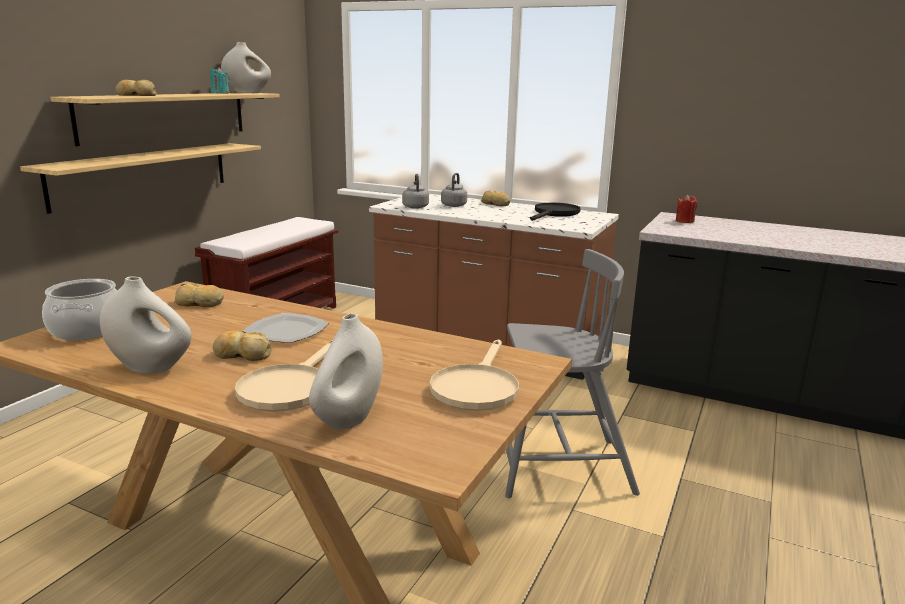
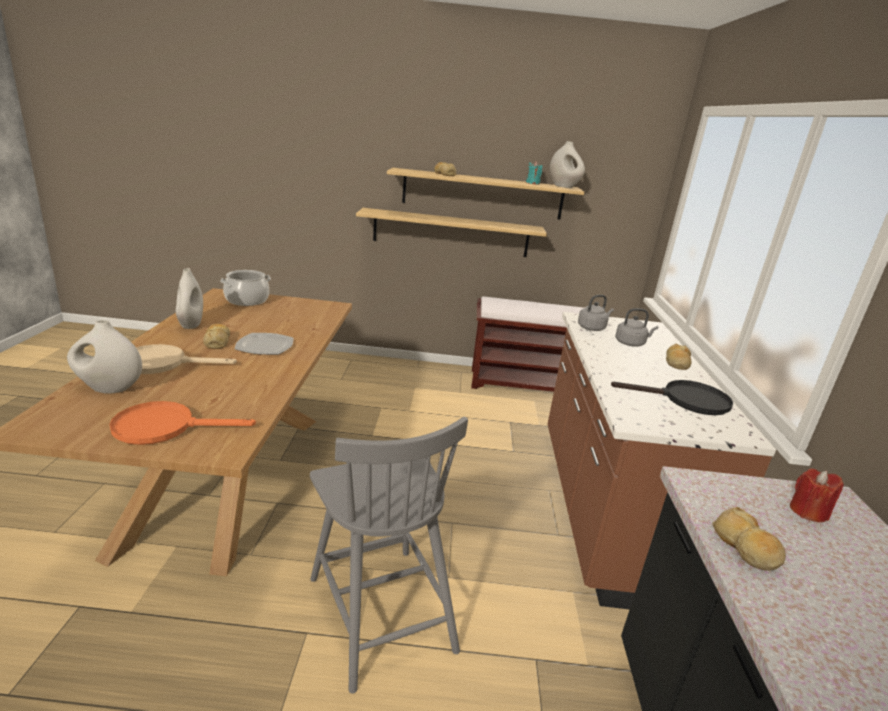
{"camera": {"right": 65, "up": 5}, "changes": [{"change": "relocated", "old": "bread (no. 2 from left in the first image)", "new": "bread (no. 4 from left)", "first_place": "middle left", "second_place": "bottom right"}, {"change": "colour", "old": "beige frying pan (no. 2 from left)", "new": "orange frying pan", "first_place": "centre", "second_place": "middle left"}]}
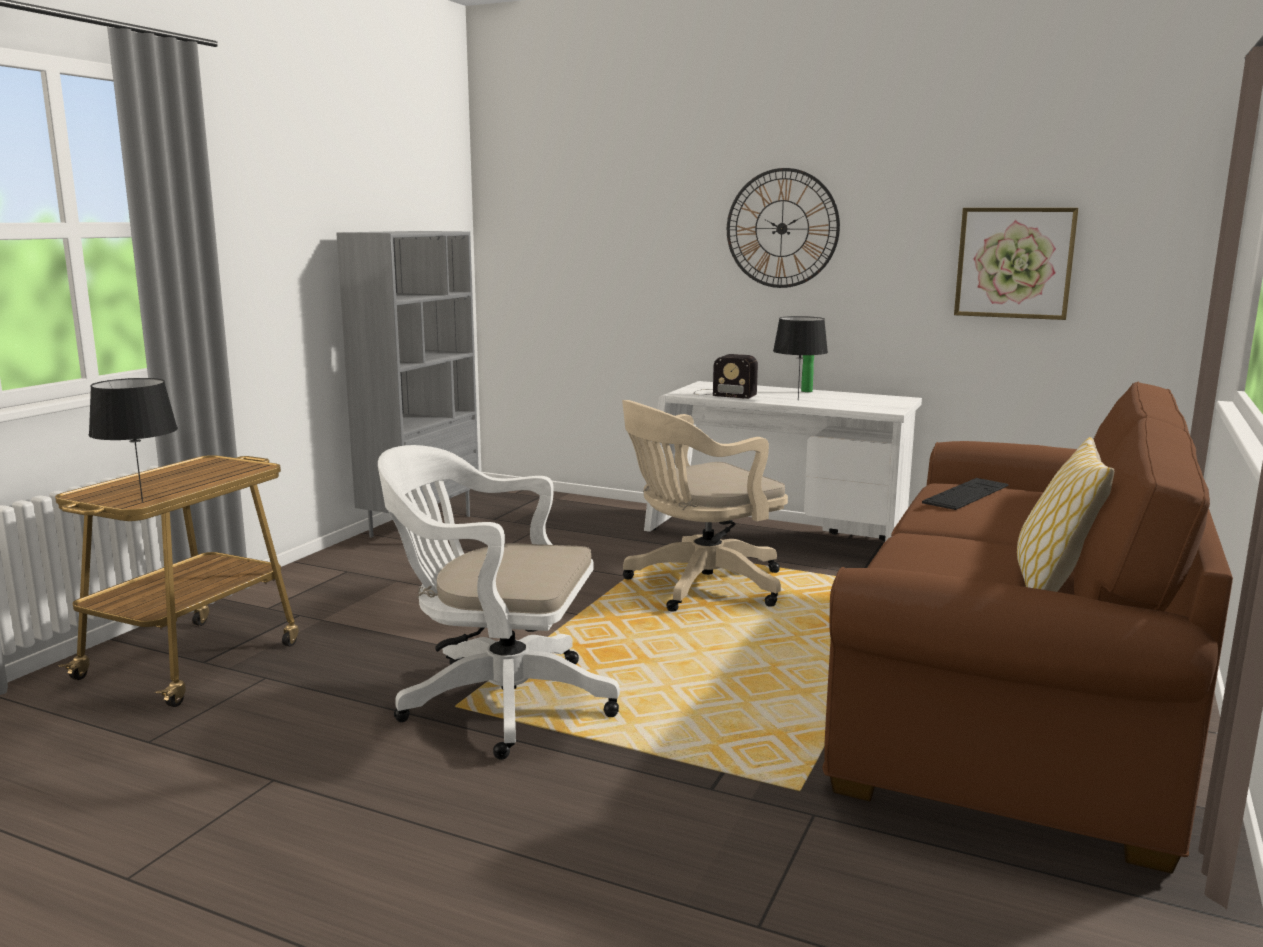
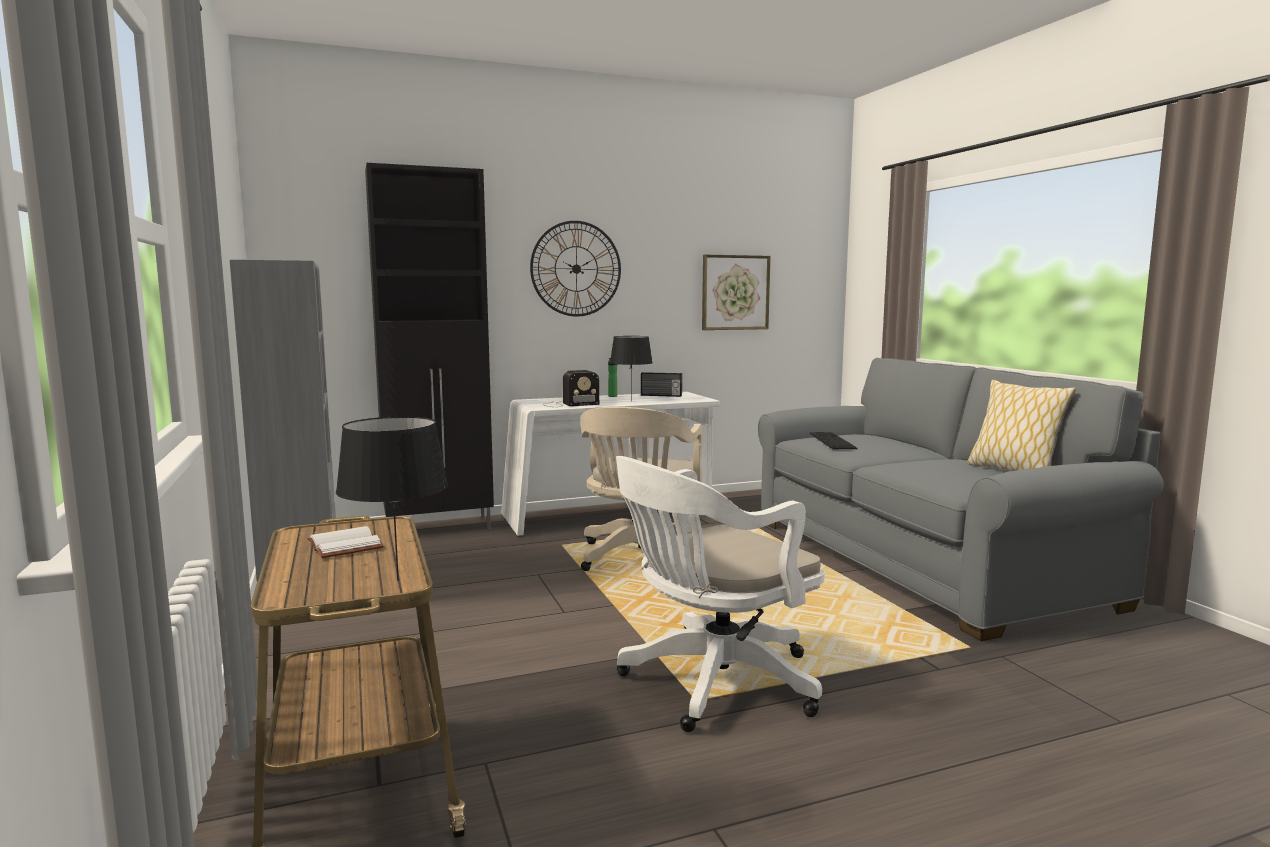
{"camera": {"right": -45, "up": -5}, "changes": [{"change": "appeared", "new": "white volume", "second_place": "middle left"}, {"change": "appeared", "new": "black-coloured storage cabinet", "second_place": "centre"}, {"change": "appeared", "new": "radio (no. 2 from left)", "second_place": "centre"}, {"change": "colour", "old": "brownish couch", "new": "gray couch", "first_place": "middle right", "second_place": "middle right"}]}
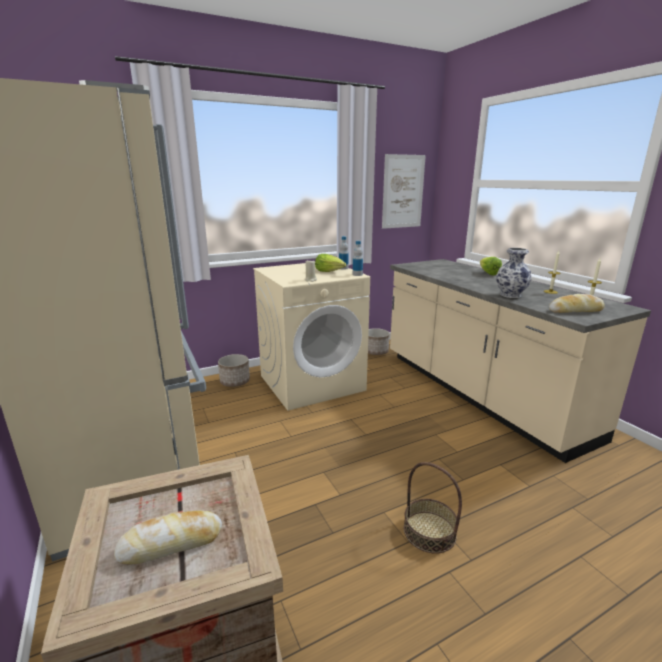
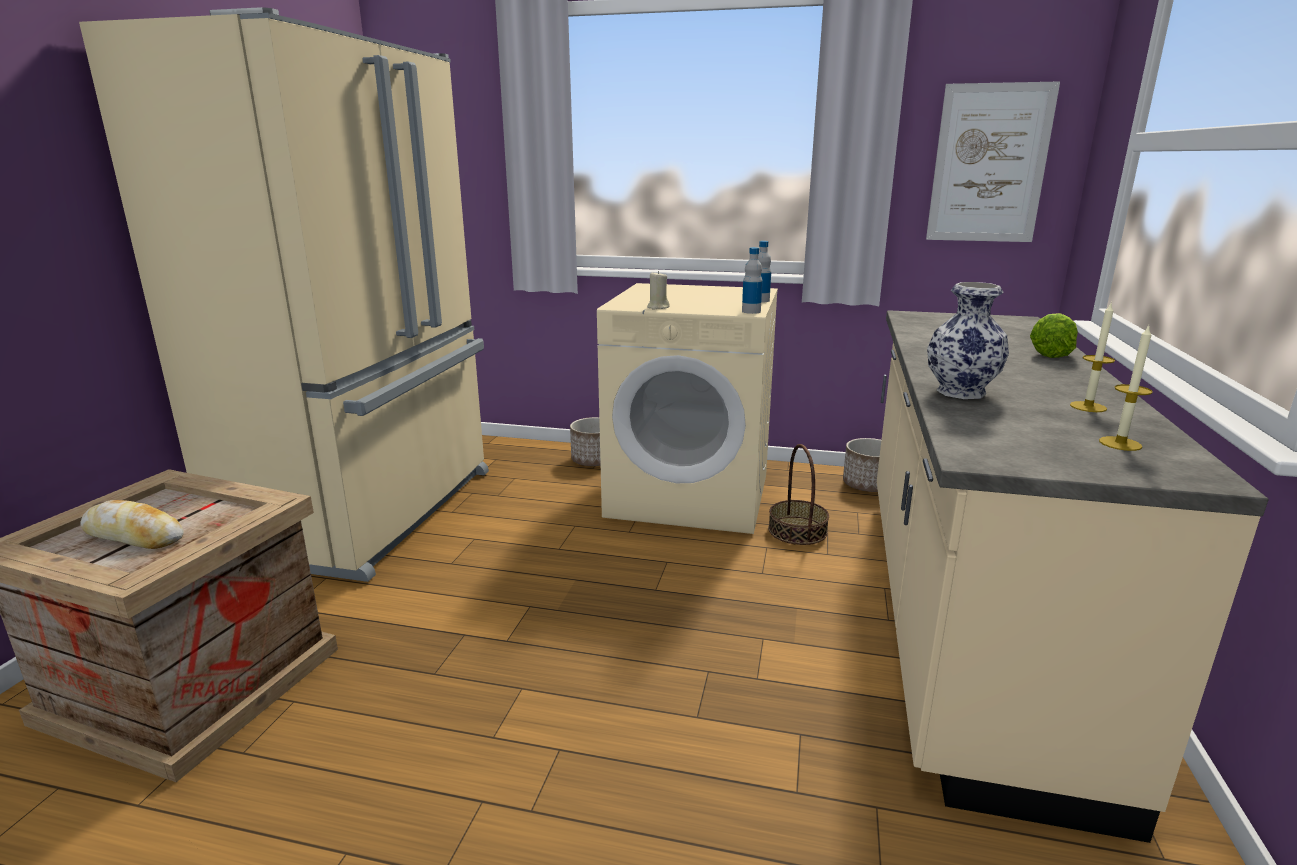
{"camera": {"right": 40, "up": 0}, "changes": [{"change": "missing", "old": "head of lettuce (no. 1 from left)", "first_place": "centre"}, {"change": "missing", "old": "bread (no. 2 from left)", "first_place": "middle right"}, {"change": "relocated", "old": "household basket", "first_place": "bottom centre", "second_place": "centre"}]}
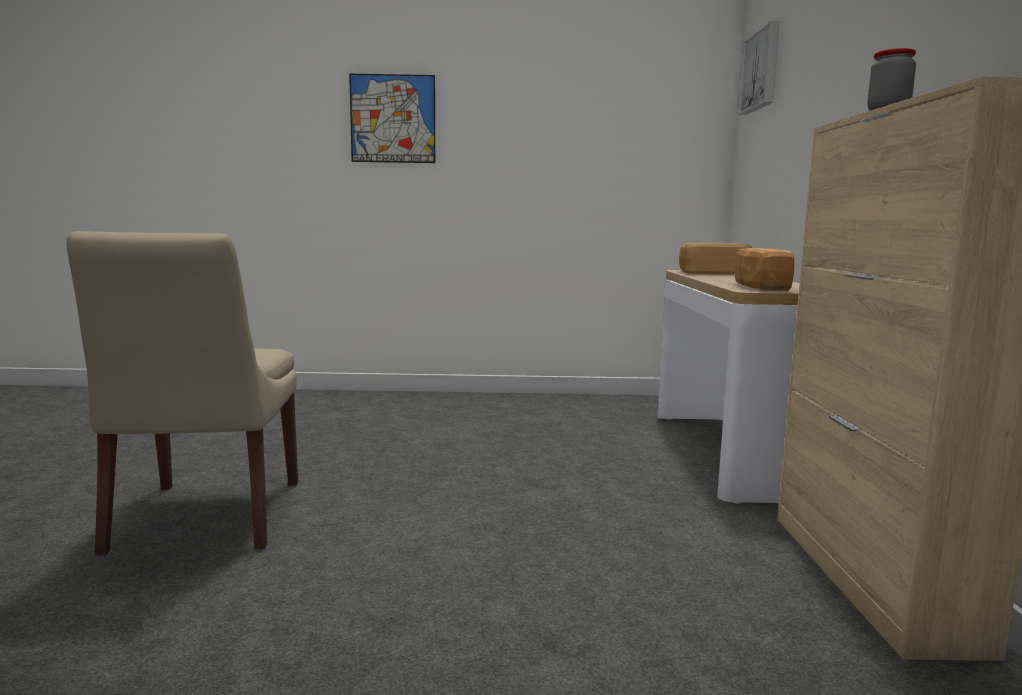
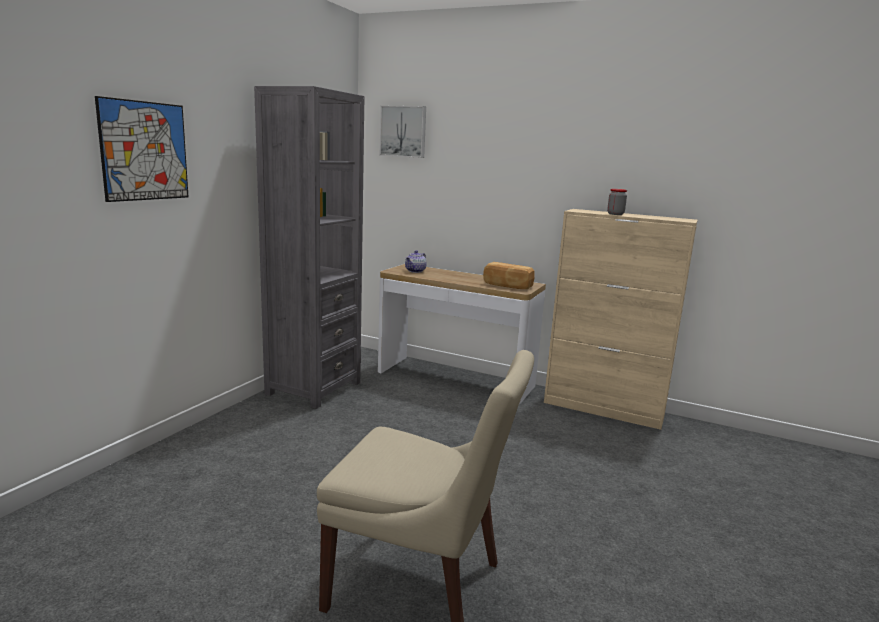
{"camera": {"right": -65, "up": 5}, "changes": [{"change": "appeared", "new": "gray shelving unit", "second_place": "centre"}, {"change": "exchanged", "old": "bread (no. 1 from left)", "new": "tea pot", "first_place": "middle right", "second_place": "centre"}]}
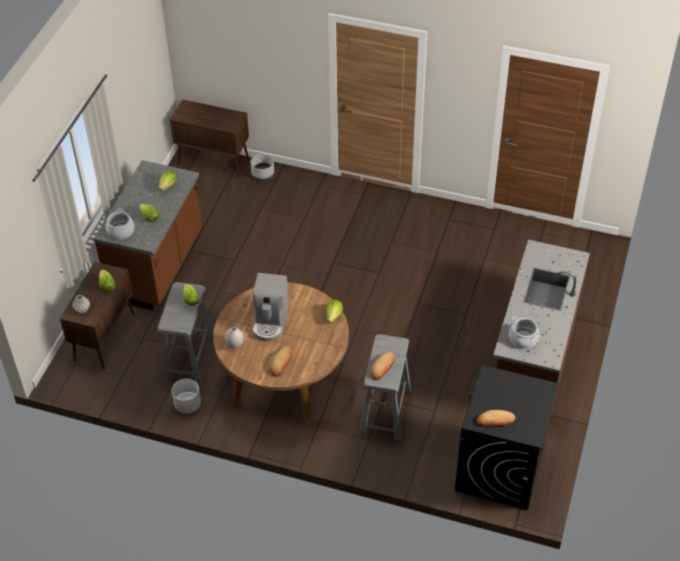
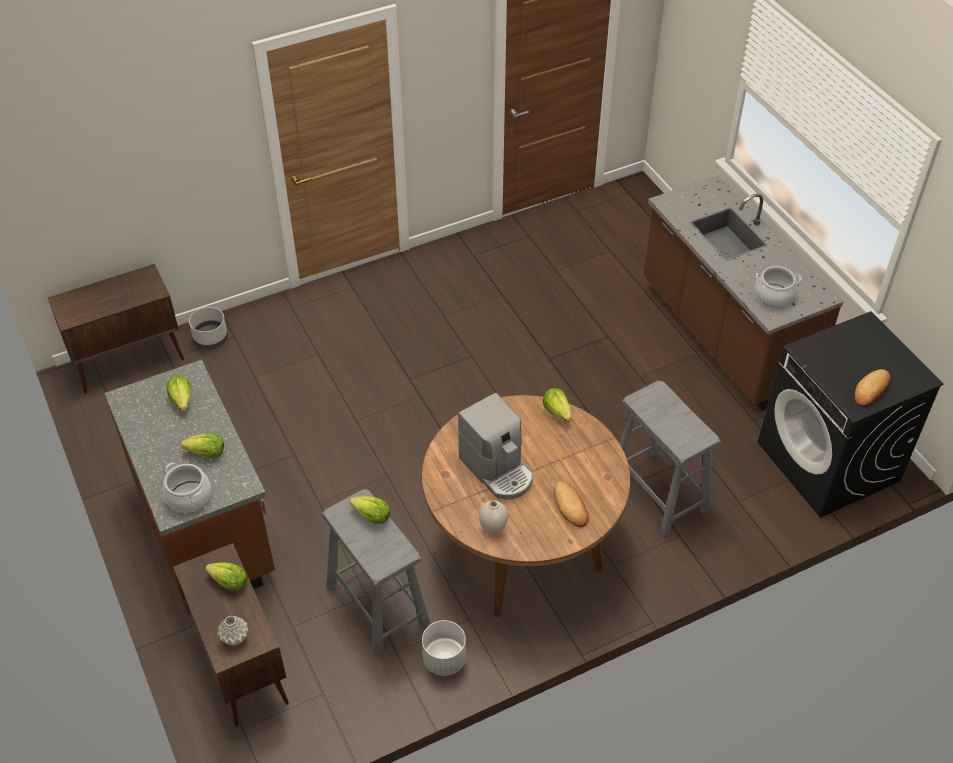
{"camera": {"right": -45, "up": 0}, "changes": [{"change": "missing", "old": "bread (no. 2 from left)", "first_place": "centre"}]}
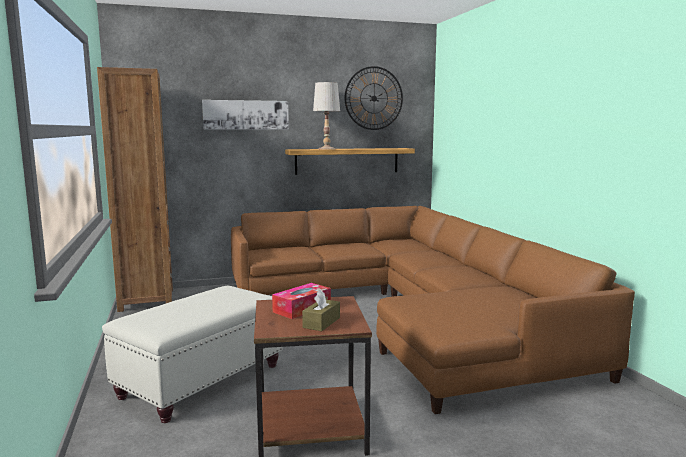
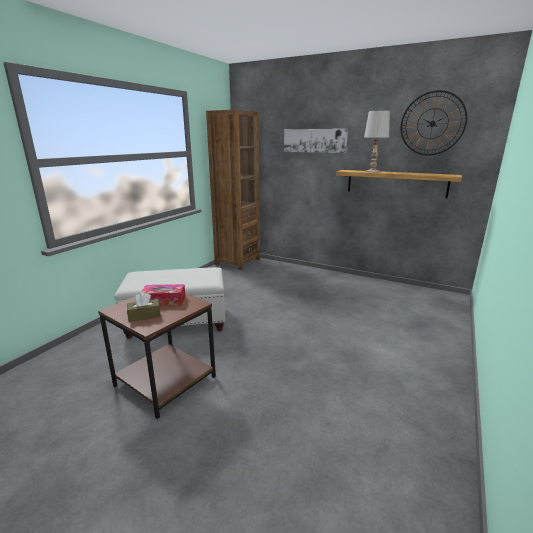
{"camera": {"right": 45, "up": 10}, "changes": [{"change": "missing", "old": "brownish couch", "first_place": "bottom centre"}]}
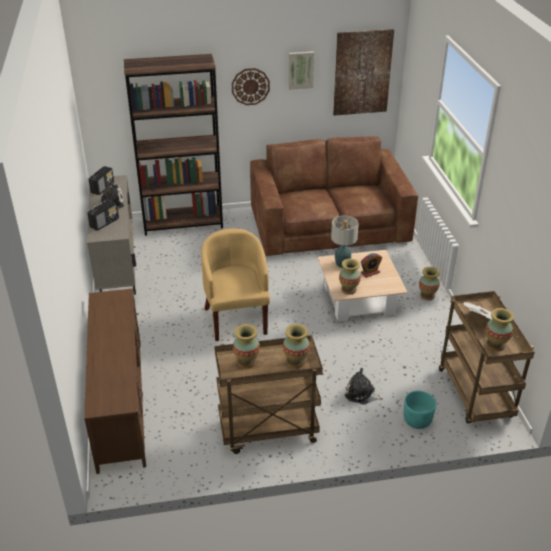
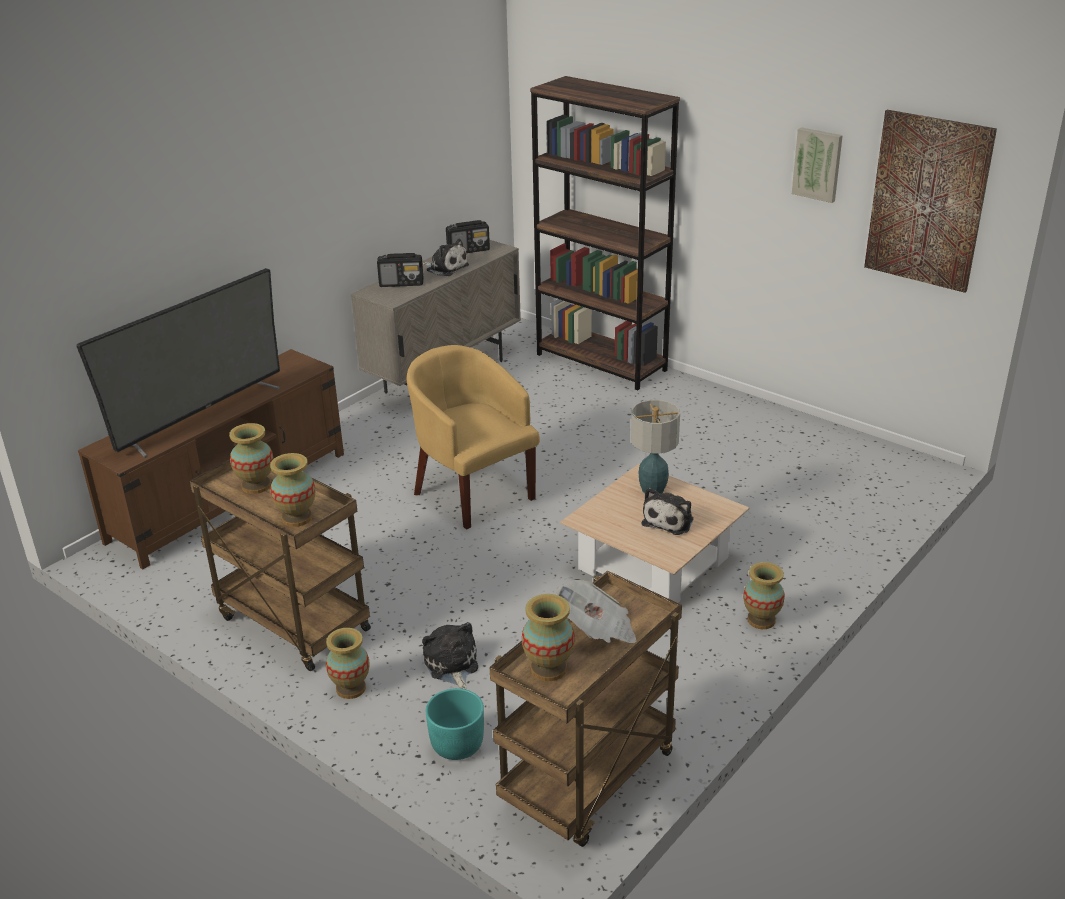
{"camera": {"right": 50, "up": -5}, "changes": [{"change": "missing", "old": "clock on the wall", "first_place": "top centre"}, {"change": "missing", "old": "brownish couch", "first_place": "centre"}, {"change": "appeared", "new": "TV", "second_place": "middle left"}, {"change": "relocated", "old": "decorative vase (no. 3 from left)", "first_place": "centre", "second_place": "bottom left"}, {"change": "exchanged", "old": "alarm clock", "new": "plush toy (no. 3 from left)", "first_place": "middle right", "second_place": "centre"}, {"change": "spun", "old": "yellow easy chair", "first_place": "centre", "second_place": "centre", "degrees": -75}]}
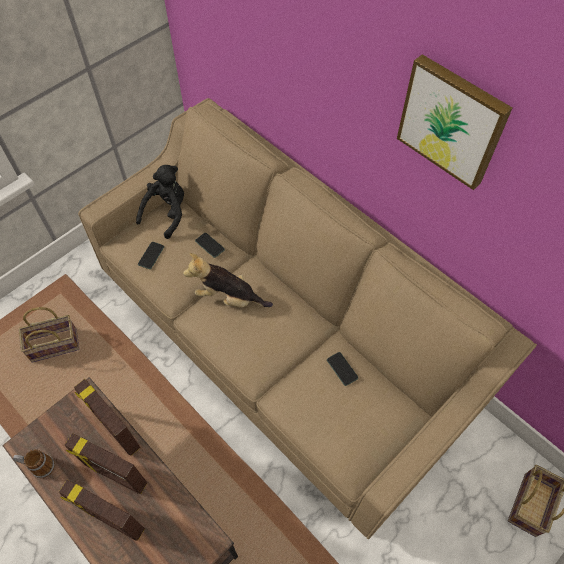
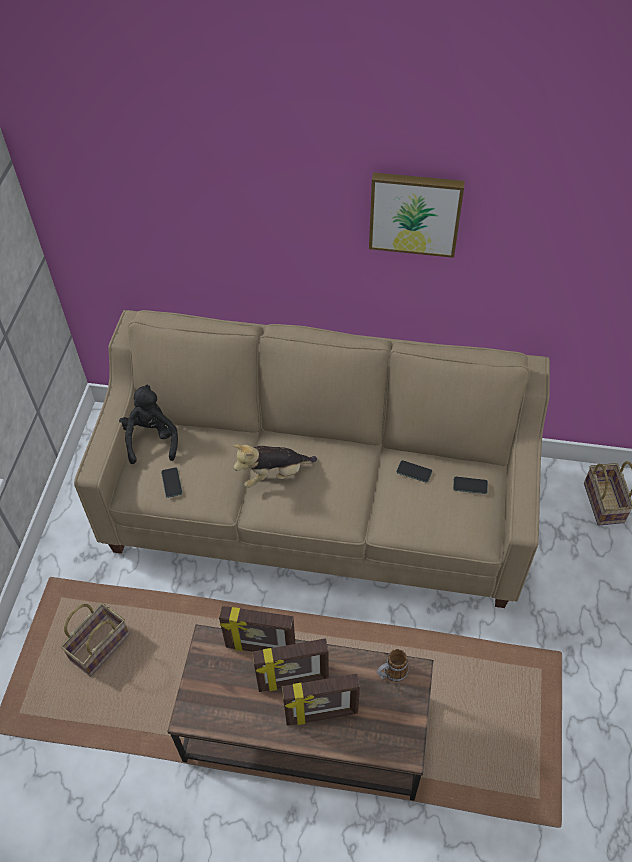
{"camera": {"right": -35, "up": -5}, "changes": [{"change": "relocated", "old": "mug", "first_place": "bottom left", "second_place": "bottom centre"}, {"change": "relocated", "old": "handset (no. 2 from left in the first image)", "new": "handset (no. 3 from left)", "first_place": "centre", "second_place": "middle right"}]}
